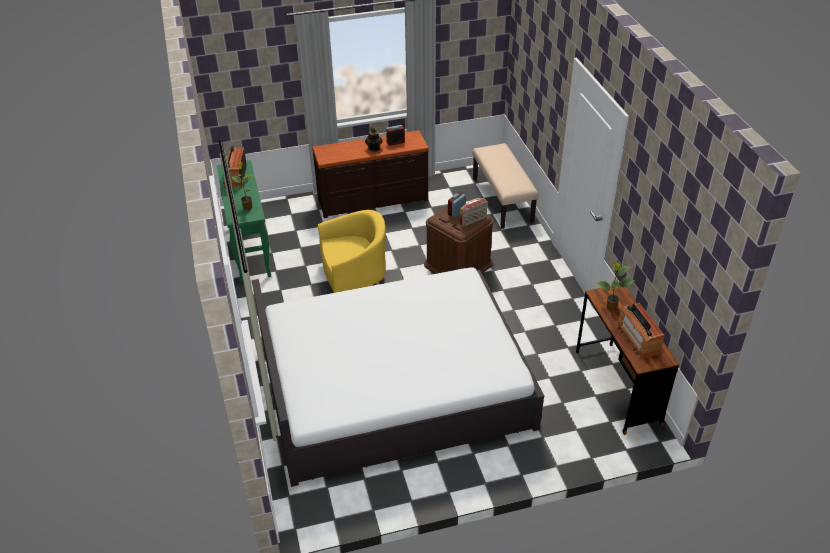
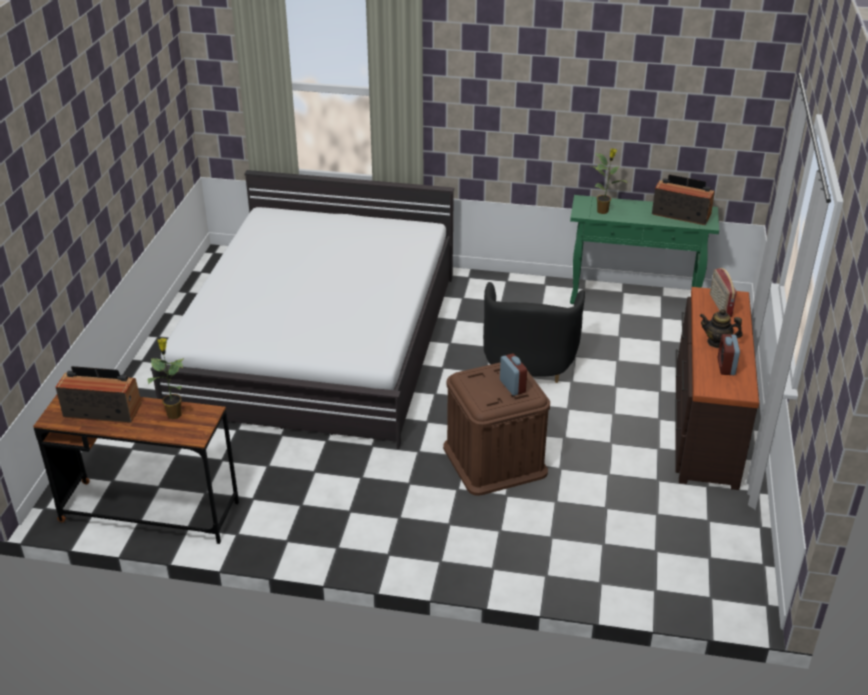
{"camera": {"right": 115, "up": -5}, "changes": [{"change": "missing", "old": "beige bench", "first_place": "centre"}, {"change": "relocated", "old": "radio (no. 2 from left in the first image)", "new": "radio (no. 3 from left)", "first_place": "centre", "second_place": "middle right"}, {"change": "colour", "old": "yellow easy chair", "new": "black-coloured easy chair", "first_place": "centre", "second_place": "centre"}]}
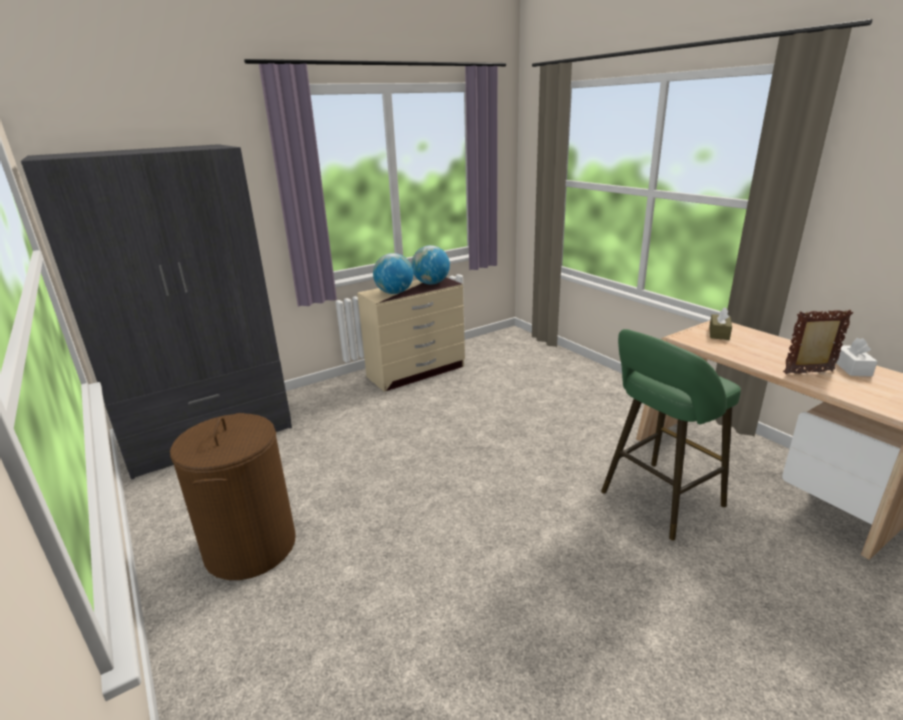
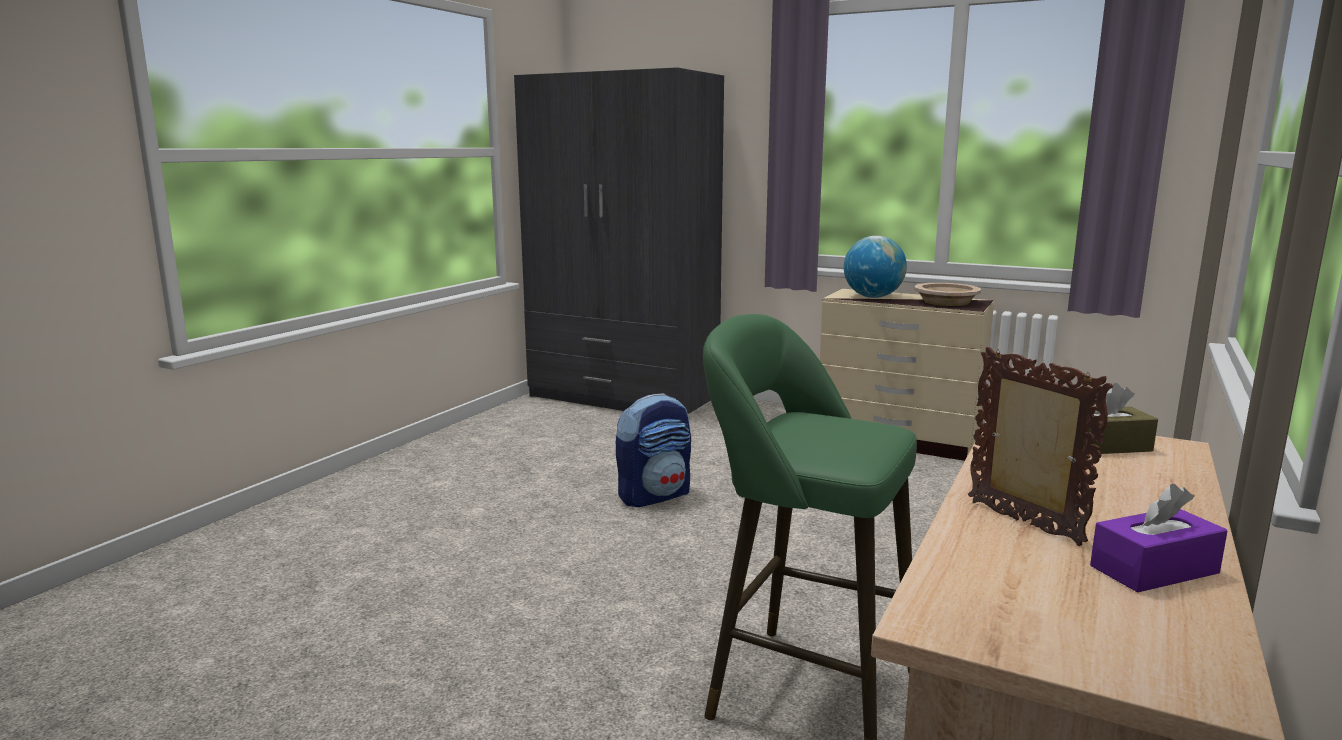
{"camera": {"right": 60, "up": -10}, "changes": [{"change": "missing", "old": "brownish washing basket", "first_place": "bottom left"}, {"change": "appeared", "new": "knapsack", "second_place": "centre"}, {"change": "exchanged", "old": "desk globe (no. 2 from left)", "new": "beige serving bowl", "first_place": "centre", "second_place": "middle right"}, {"change": "colour", "old": "white tissue box", "new": "purplish tissue box", "first_place": "middle right", "second_place": "bottom right"}]}
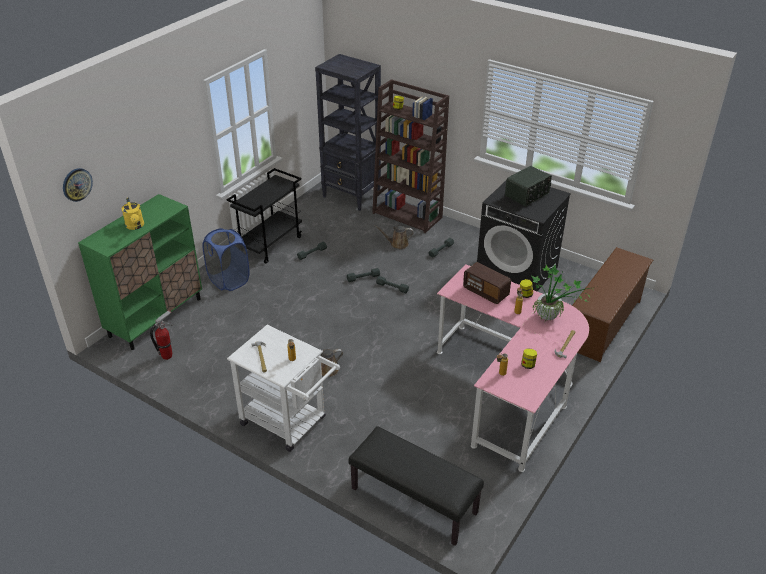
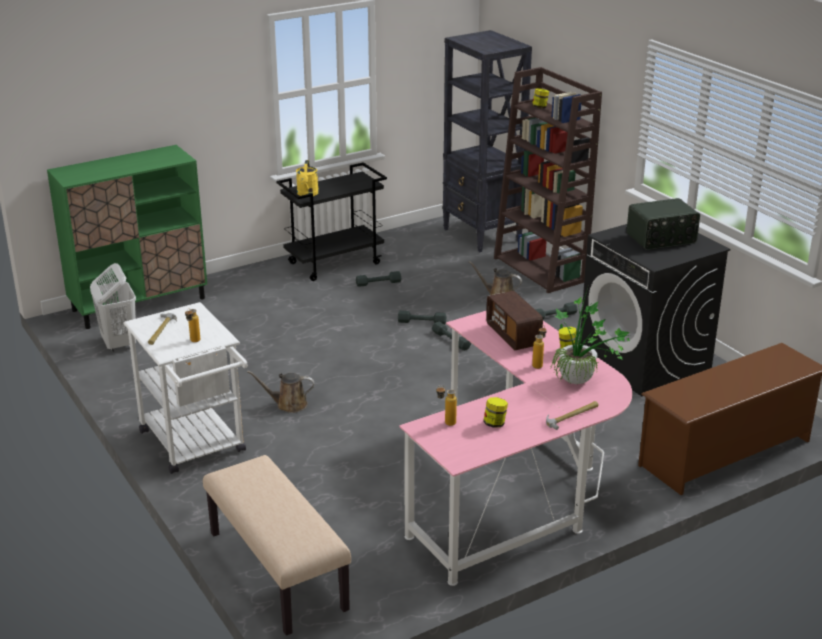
{"camera": {"right": 25, "up": -10}, "changes": [{"change": "missing", "old": "clock on the wall", "first_place": "top left"}, {"change": "missing", "old": "blue washing basket", "first_place": "middle left"}, {"change": "relocated", "old": "yellow watering can", "first_place": "middle left", "second_place": "top centre"}, {"change": "exchanged", "old": "extinguisher", "new": "white washing basket", "first_place": "middle left", "second_place": "middle left"}, {"change": "colour", "old": "black-coloured bench", "new": "beige bench", "first_place": "bottom centre", "second_place": "bottom centre"}]}
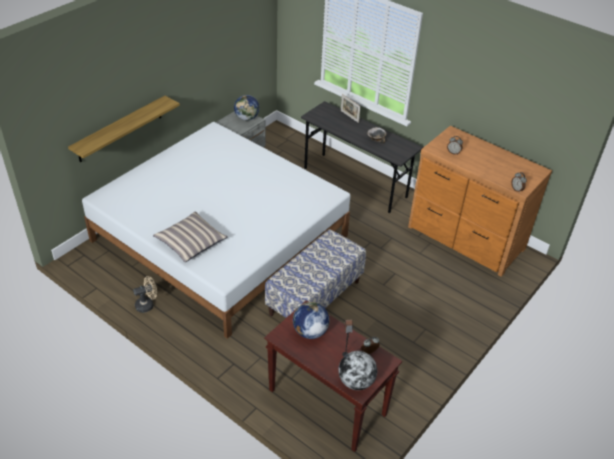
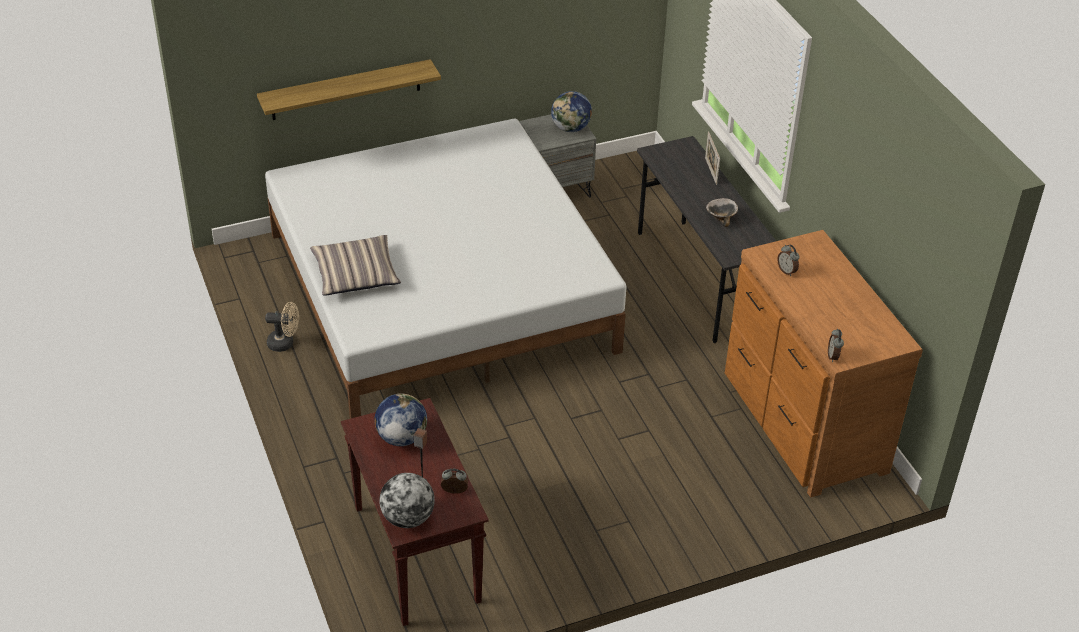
{"camera": {"right": 30, "up": 0}, "changes": [{"change": "missing", "old": "bench", "first_place": "centre"}]}
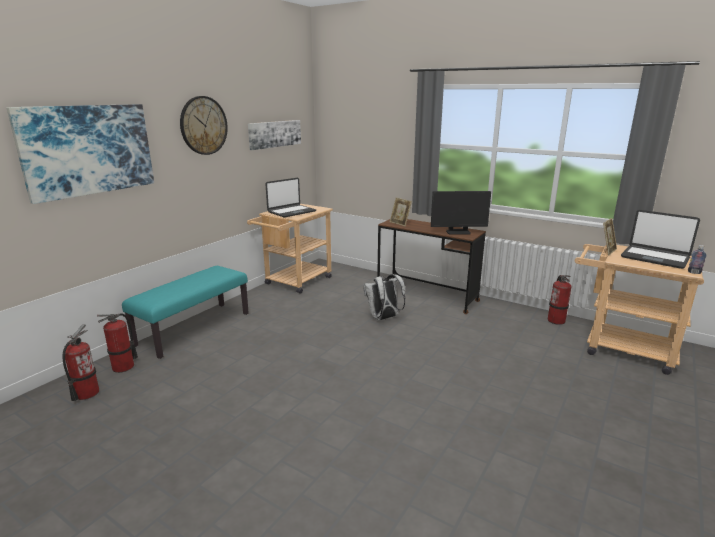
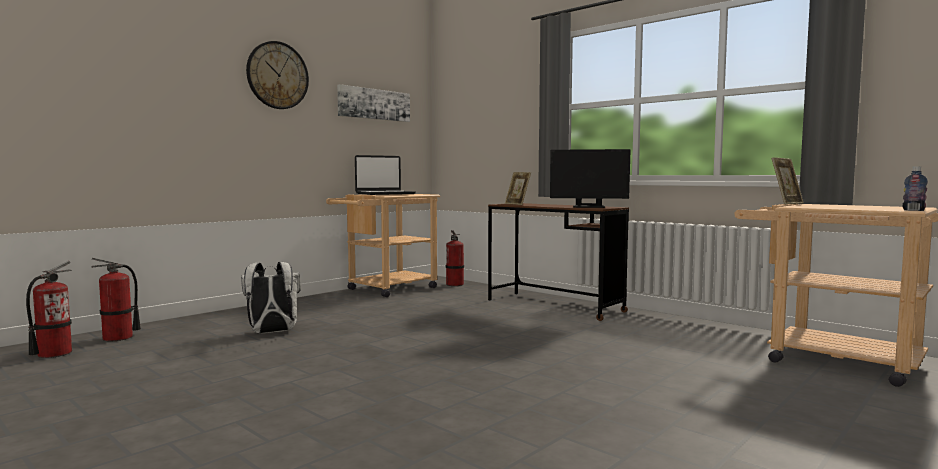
{"camera": {"right": 10, "up": -15}, "changes": [{"change": "missing", "old": "picture (no. 1 from left)", "first_place": "top left"}, {"change": "missing", "old": "turquoise bench", "first_place": "middle left"}, {"change": "missing", "old": "notebook computer (no. 2 from left)", "first_place": "middle right"}, {"change": "relocated", "old": "white knapsack", "first_place": "centre", "second_place": "middle left"}, {"change": "relocated", "old": "extinguisher (no. 3 from left)", "first_place": "middle right", "second_place": "centre"}]}
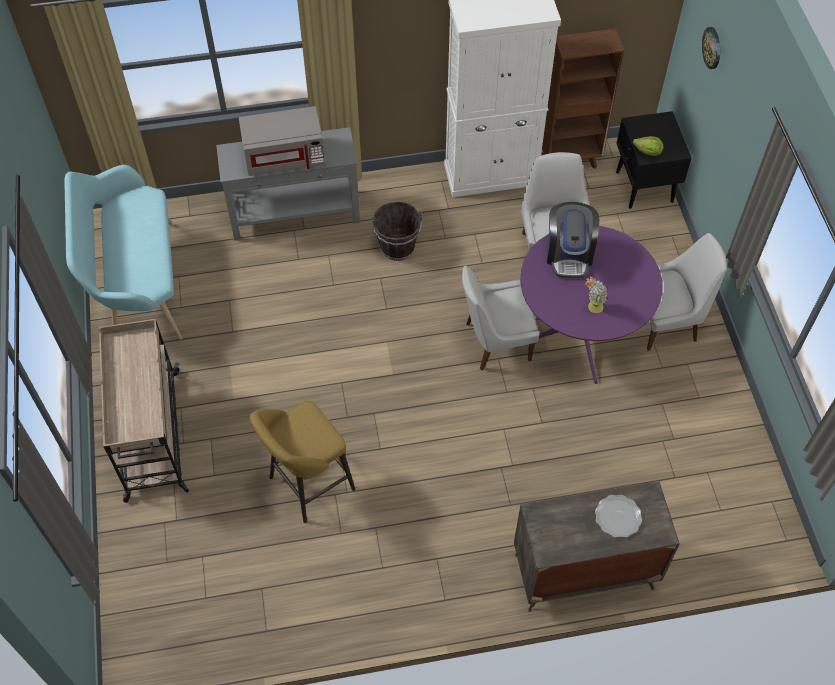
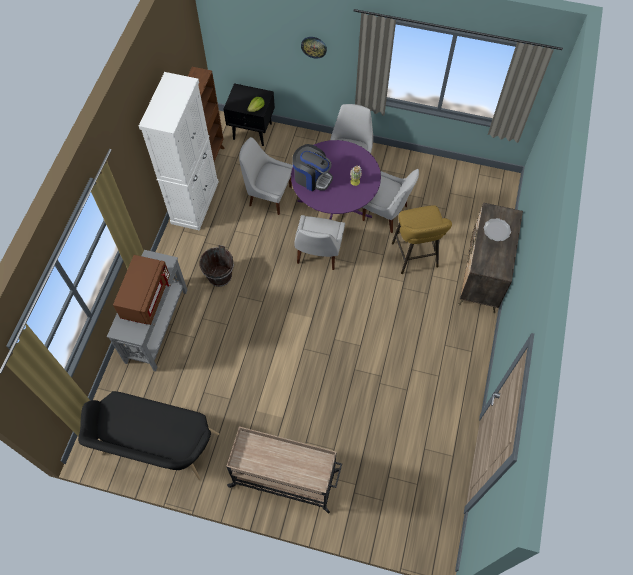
{"camera": {"right": -65, "up": 5}, "changes": [{"change": "appeared", "new": "white chair (no. 4 from left)", "second_place": "centre"}, {"change": "relocated", "old": "yellow stool", "first_place": "bottom centre", "second_place": "middle right"}, {"change": "relocated", "old": "clock on the wall", "first_place": "top right", "second_place": "top centre"}, {"change": "colour", "old": "turquoise bench", "new": "black-coloured bench", "first_place": "middle left", "second_place": "bottom left"}, {"change": "colour", "old": "gray kitchen microwave", "new": "brownish kitchen microwave", "first_place": "top centre", "second_place": "middle left"}]}
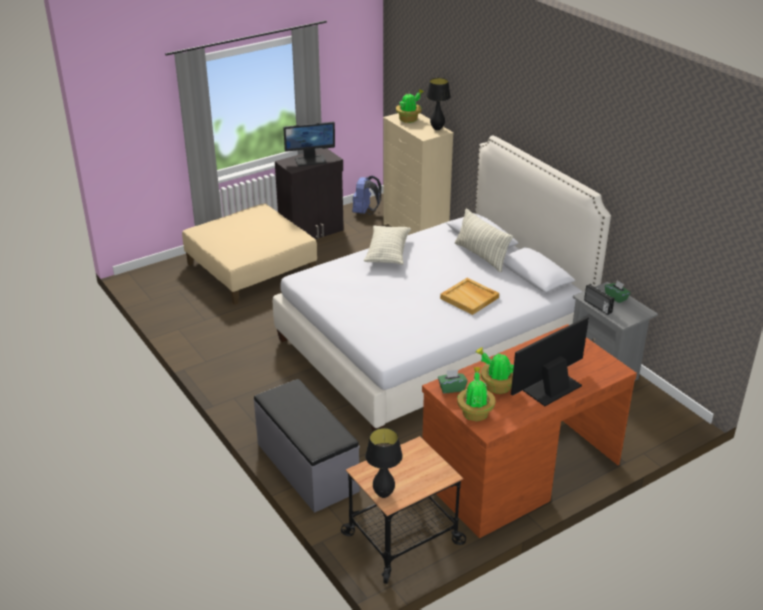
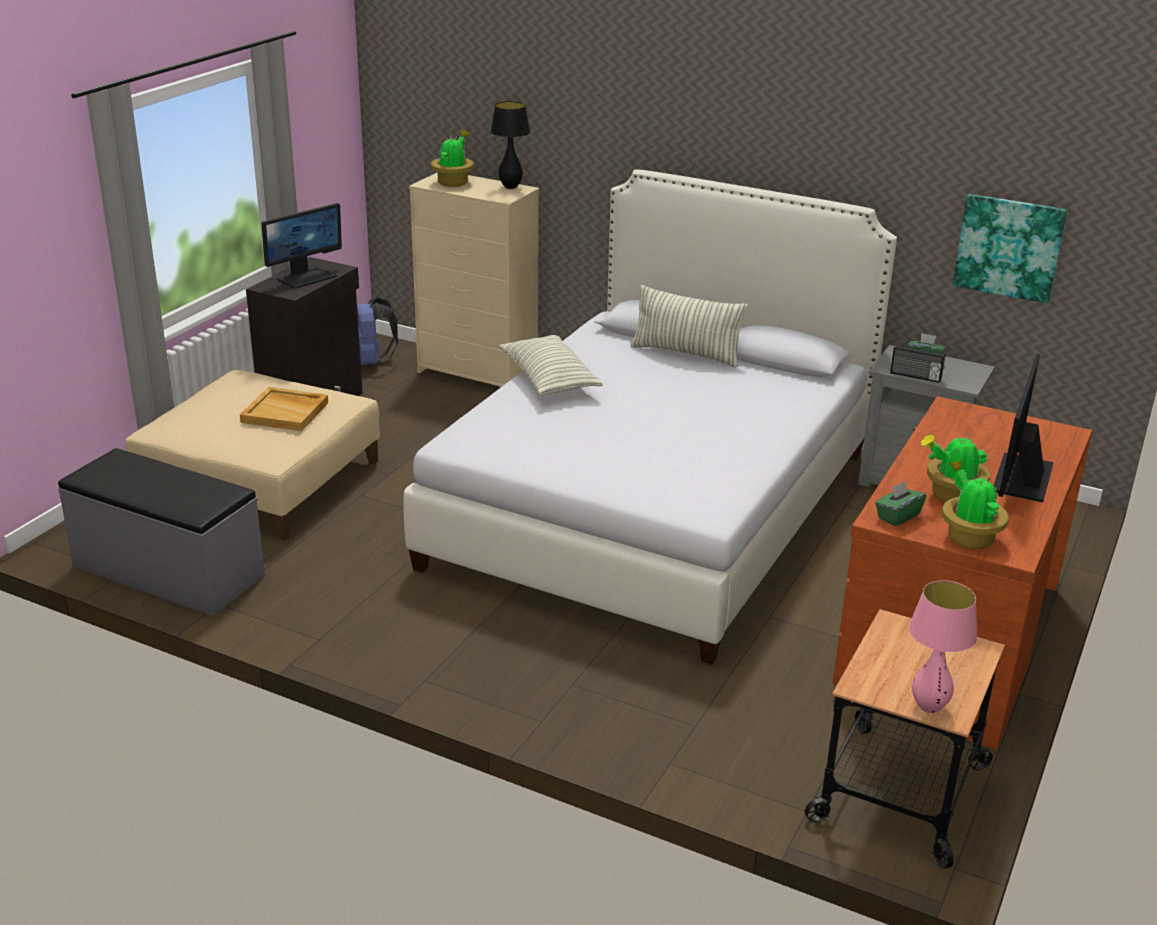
{"camera": {"right": -30, "up": -5}, "changes": [{"change": "appeared", "new": "picture", "second_place": "top right"}, {"change": "relocated", "old": "gray bench", "first_place": "bottom centre", "second_place": "middle left"}, {"change": "relocated", "old": "beige carrying tray", "first_place": "centre", "second_place": "middle left"}, {"change": "colour", "old": "black-coloured lamp for a table (no. 1 from left)", "new": "pink-coloured lamp for a table", "first_place": "bottom centre", "second_place": "bottom right"}]}
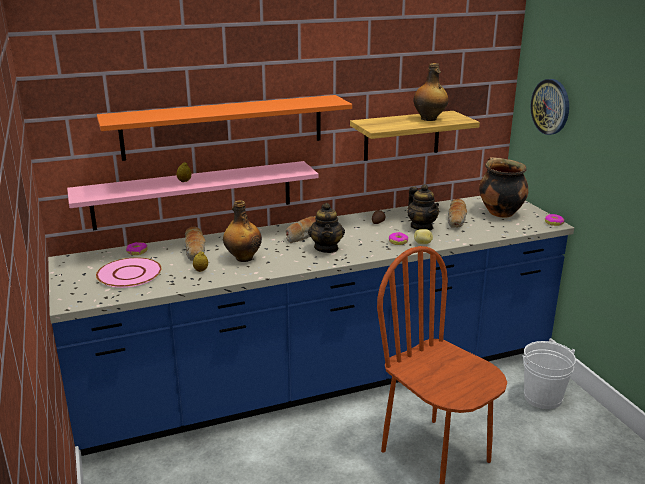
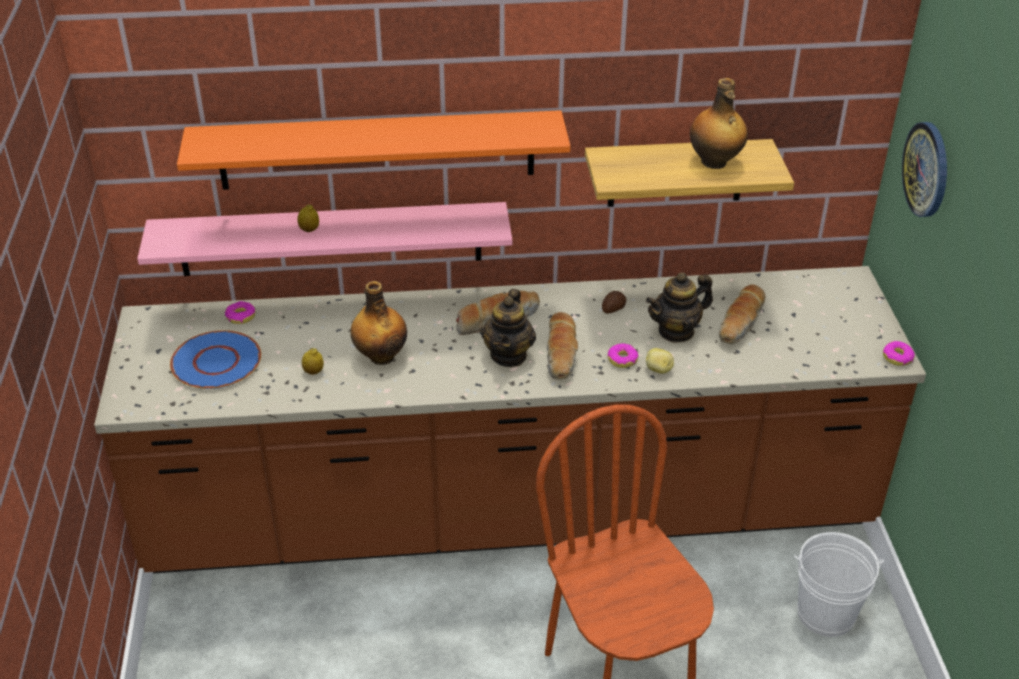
{"camera": {"right": 15, "up": 15}, "changes": [{"change": "missing", "old": "cooking pot", "first_place": "middle right"}, {"change": "relocated", "old": "bread (no. 1 from left in the first image)", "new": "bread (no. 2 from left)", "first_place": "middle left", "second_place": "centre"}, {"change": "colour", "old": "blue counter", "new": "brownish counter", "first_place": "bottom centre", "second_place": "centre"}, {"change": "colour", "old": "pink-coloured dinner plate", "new": "blue dinner plate", "first_place": "middle left", "second_place": "middle left"}, {"change": "spun", "old": "tea pot (no. 2 from left)", "first_place": "centre", "second_place": "centre", "degrees": 75}]}
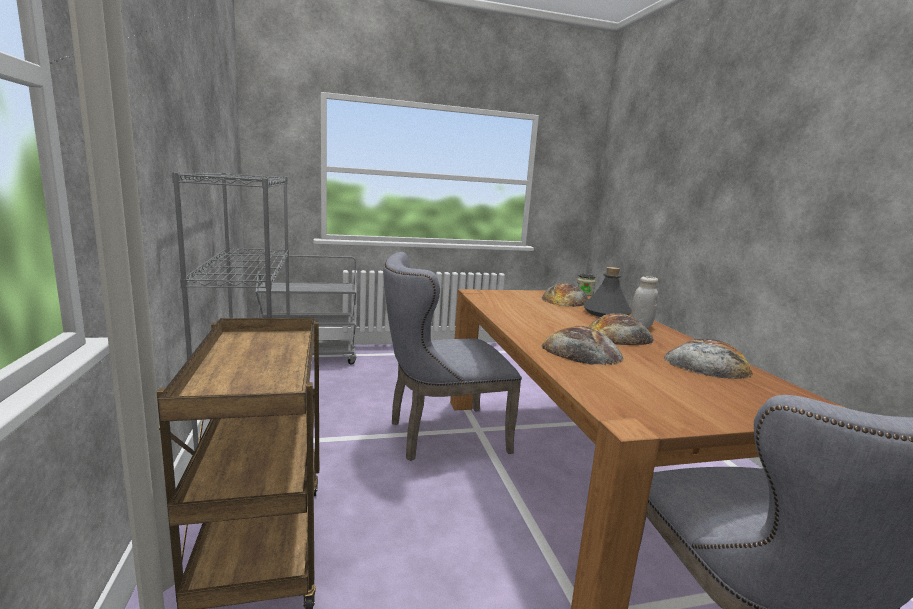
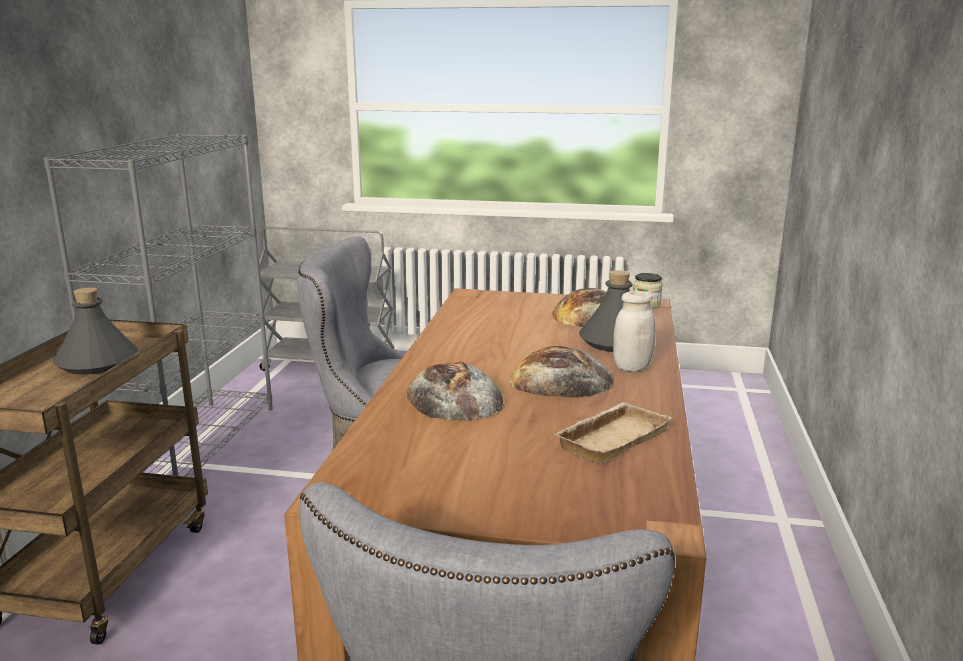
{"camera": {"right": 25, "up": 5}, "changes": [{"change": "appeared", "new": "gray drink bottle (no. 1 from left)", "second_place": "middle left"}, {"change": "exchanged", "old": "bread (no. 4 from left)", "new": "beige carrying tray", "first_place": "middle right", "second_place": "centre"}]}
